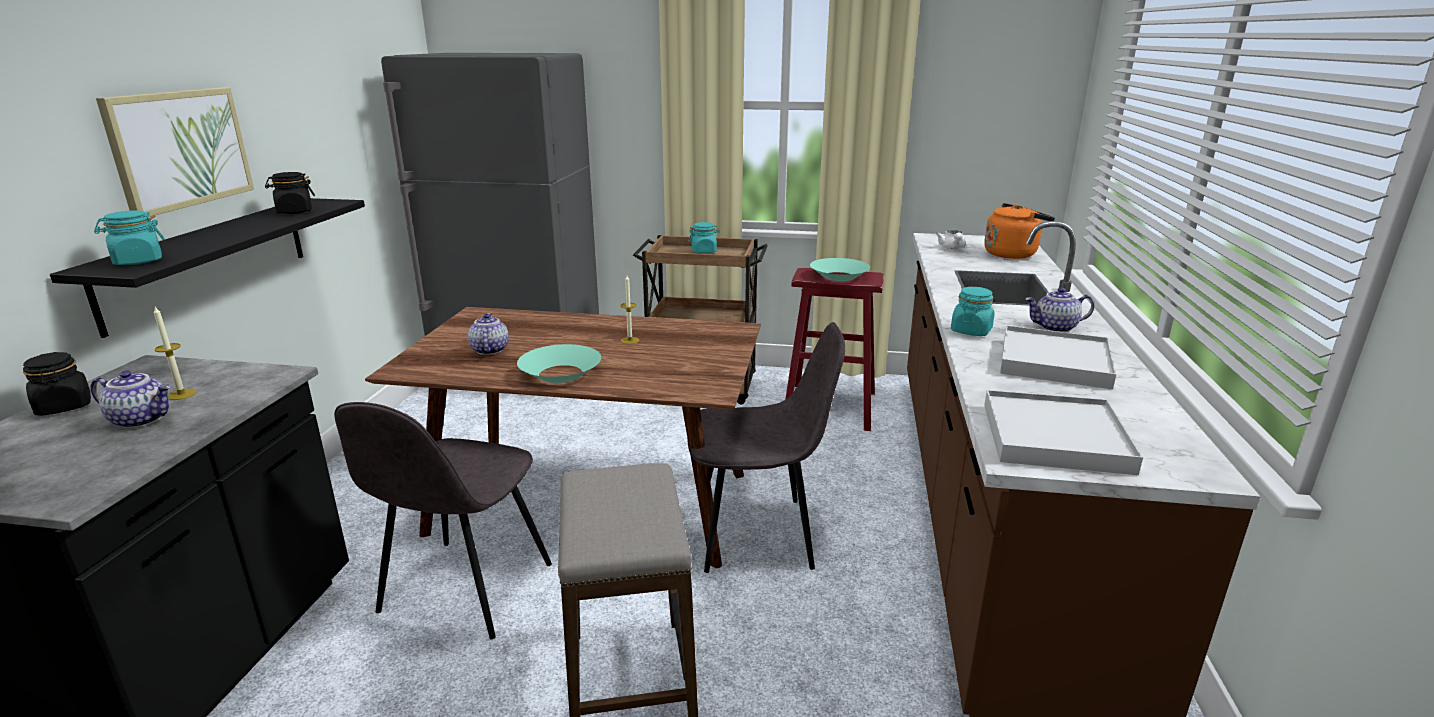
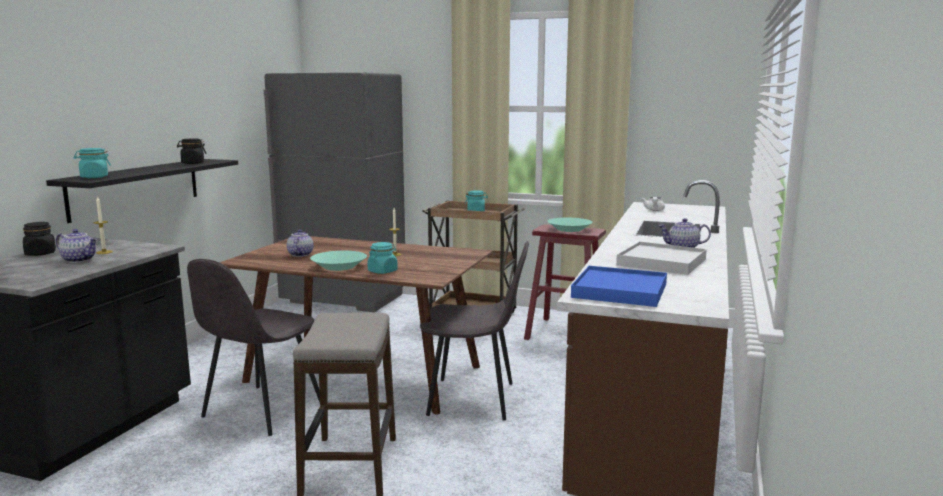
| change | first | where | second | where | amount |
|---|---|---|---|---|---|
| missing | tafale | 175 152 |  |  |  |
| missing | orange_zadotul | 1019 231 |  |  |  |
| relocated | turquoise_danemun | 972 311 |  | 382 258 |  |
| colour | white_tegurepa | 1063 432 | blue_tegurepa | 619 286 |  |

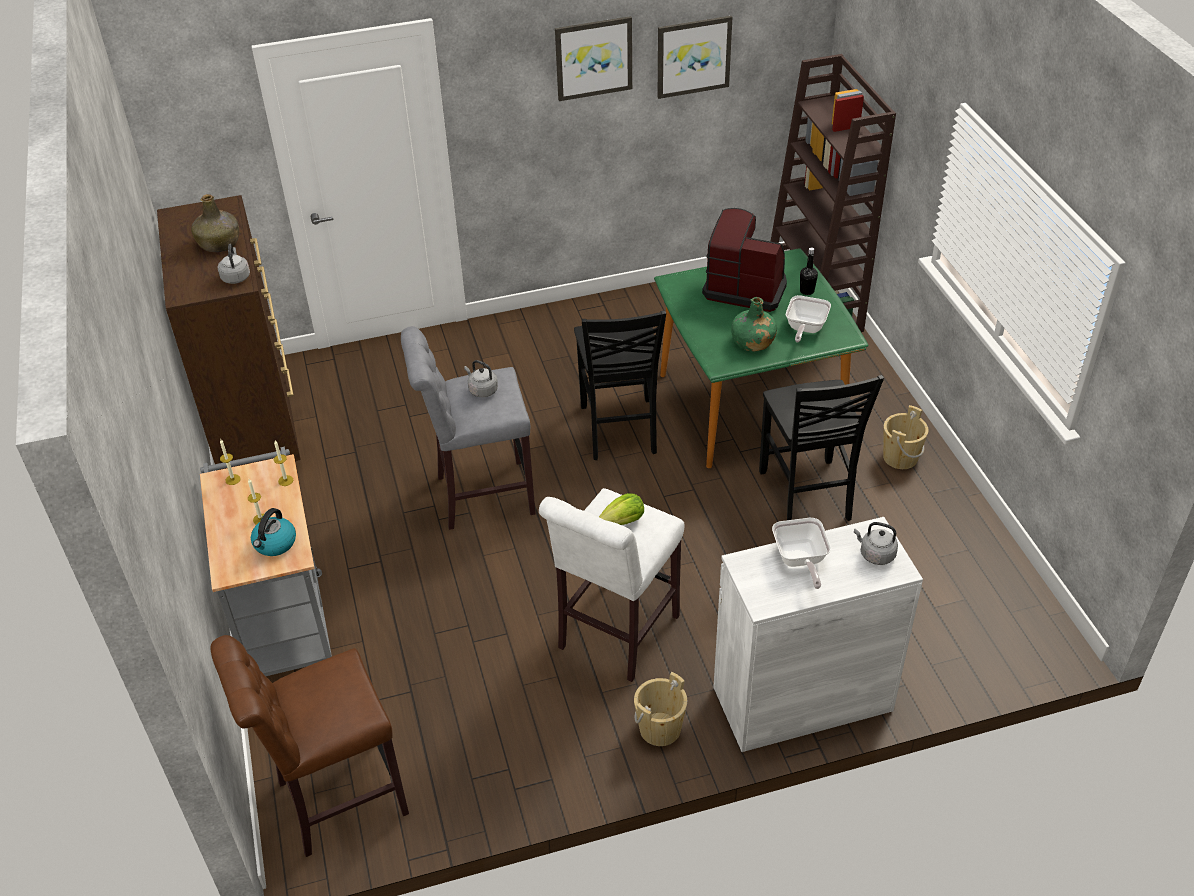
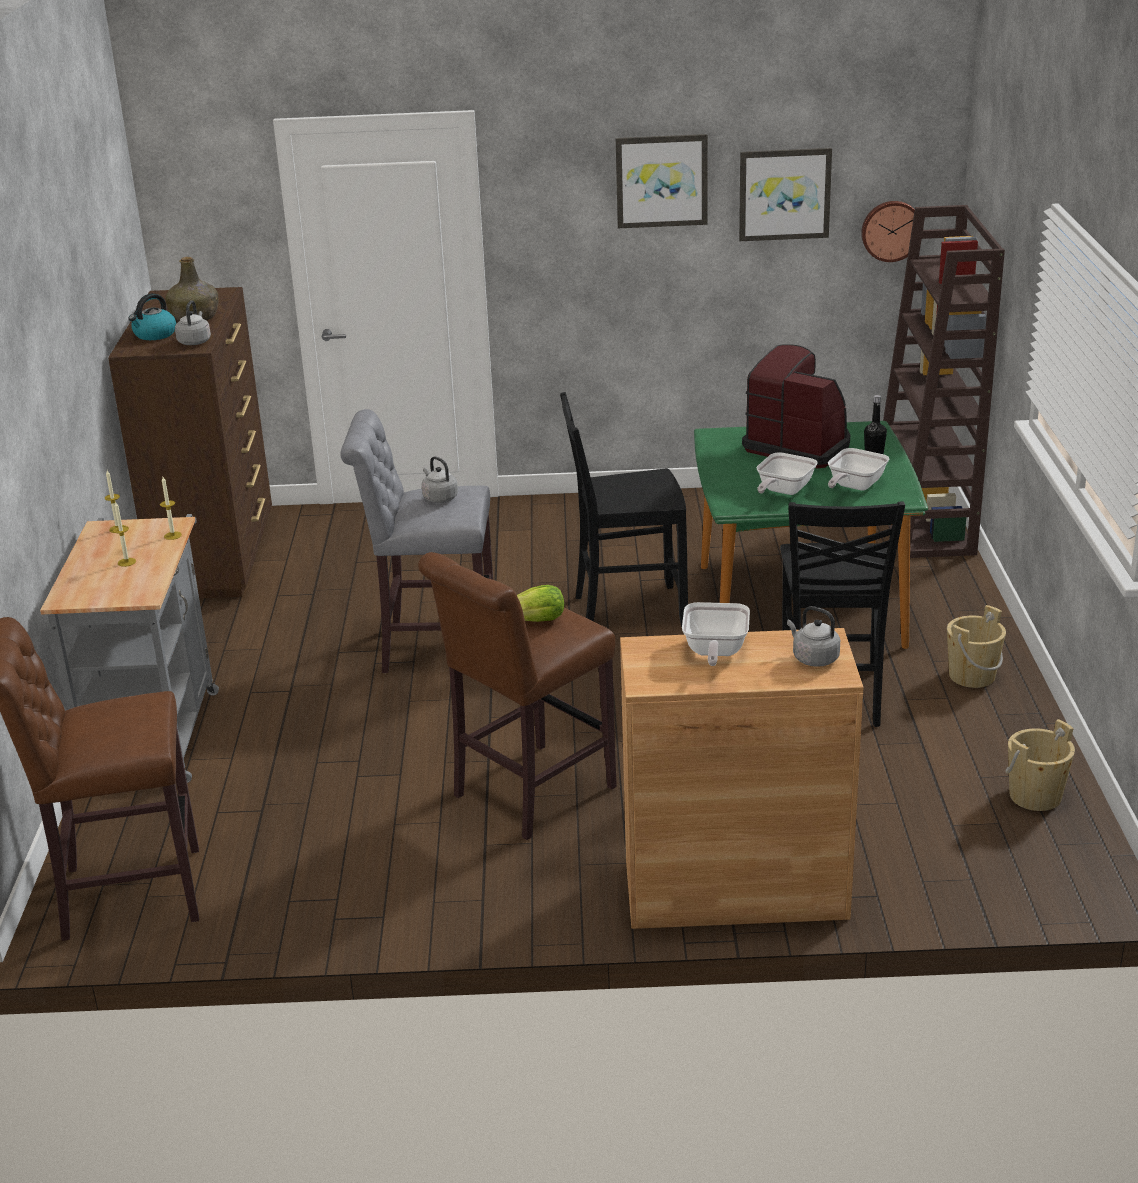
| change | first | where | second | where | amount |
|---|---|---|---|---|---|
| appeared |  |  | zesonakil | 888 231 |  |
| relocated | zadotul | 273 532 |  | 152 316 |  |
| relocated | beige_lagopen | 660 709 |  | 1040 765 |  |
| exchanged | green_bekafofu | 754 324 | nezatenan | 787 473 |  |
| colour | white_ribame | 612 585 | brown_ribame | 517 696 |  |
| colour | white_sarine | 818 634 | brown_sarine | 742 778 |  |
| spun | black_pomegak | 620 385 |  | 624 509 | 75 degrees clockwise |

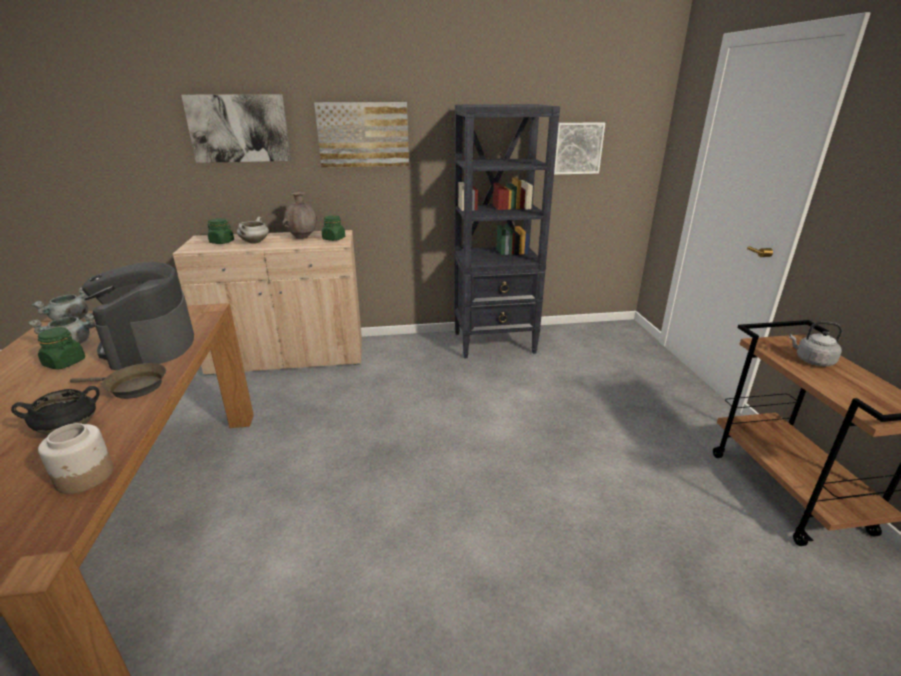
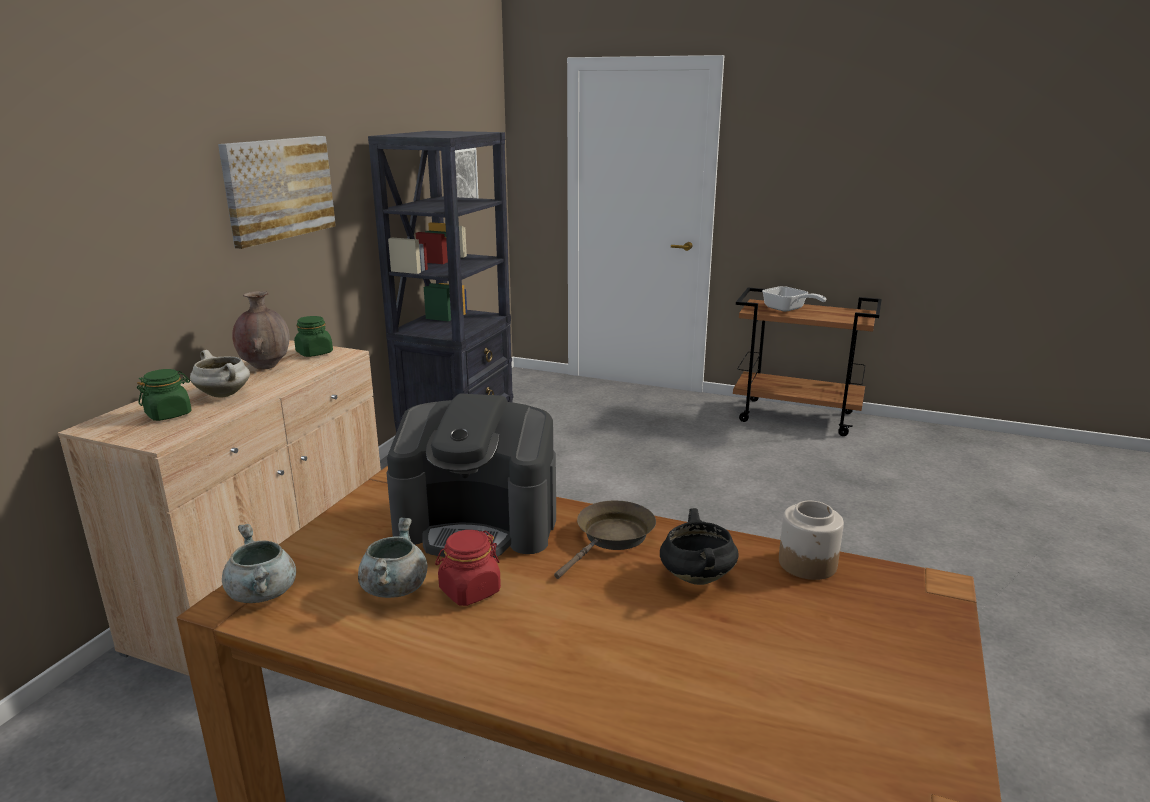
| change | first | where | second | where | amount |
|---|---|---|---|---|---|
| missing | tafale | 236 128 |  |  |  |
| exchanged | grey_zadotul | 816 343 | nezatenan | 794 299 |  |
| colour | green_danemun | 61 348 | red_danemun | 468 568 |  |

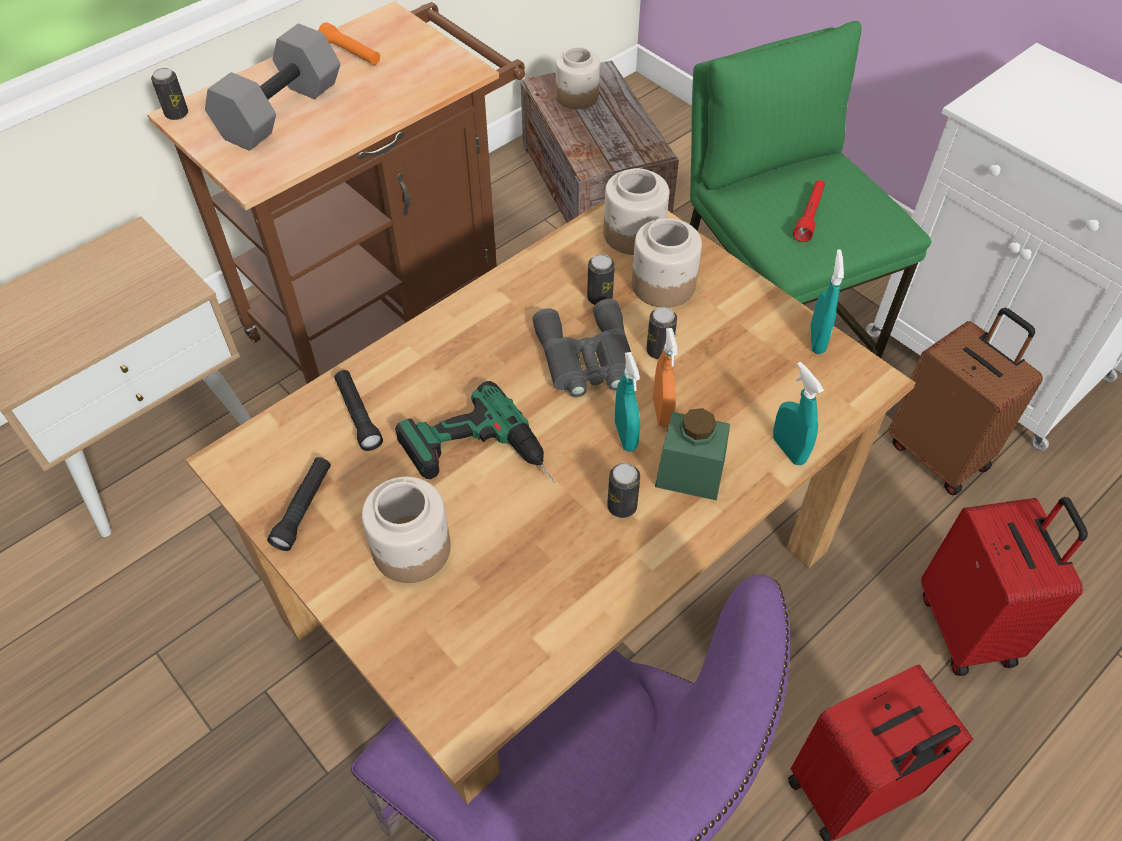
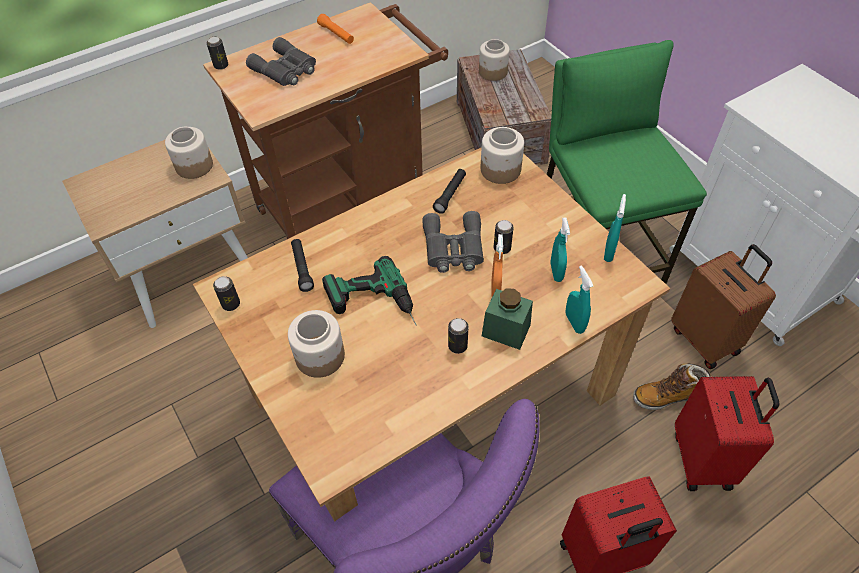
| change | first | where | second | where | amount |
|---|---|---|---|---|---|
| missing | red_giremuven | 809 211 |  |  |  |
| appeared |  |  | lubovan | 672 386 |  |
| relocated | black_giremuven | 299 504 |  | 449 191 |  |
| relocated | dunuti | 601 279 |  | 226 293 |  |
| relocated | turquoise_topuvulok | 627 402 |  | 560 250 |  |
| relocated | danemun | 667 263 |  | 189 153 |  |
| exchanged | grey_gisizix | 272 87 | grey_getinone | 281 61 |  |

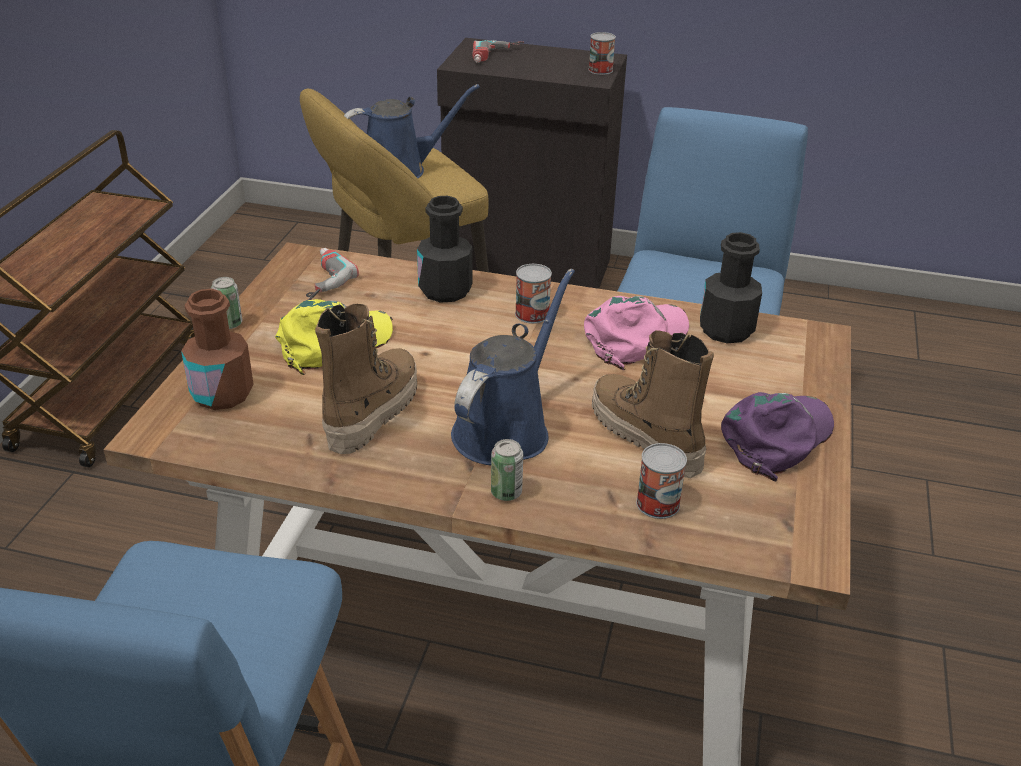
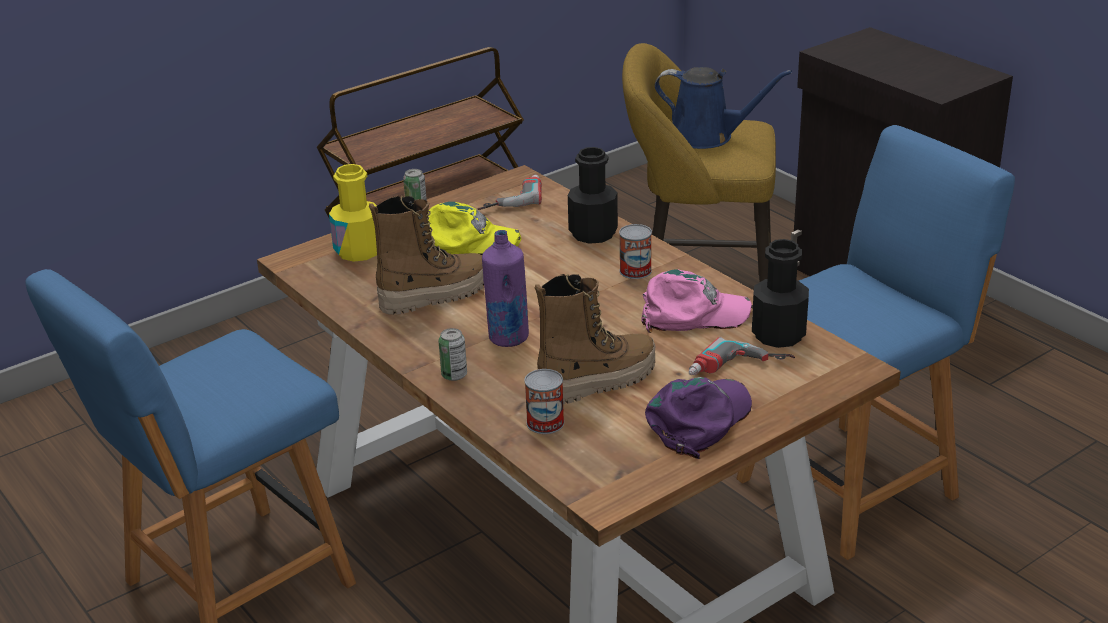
| change | first | where | second | where | amount |
|---|---|---|---|---|---|
| missing | dunuti | 602 53 |  |  |  |
| relocated | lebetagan | 498 51 |  | 742 356 |  |
| exchanged | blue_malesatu | 513 367 | purple_bekafofu | 505 288 |  |
| colour | brown_bekafofu | 217 349 | yellow_bekafofu | 353 213 |  |
| spun | lubovan | 653 404 |  | 595 339 | 60 degrees clockwise |
| spun | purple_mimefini | 777 437 |  | 698 418 | 45 degrees counterclockwise |

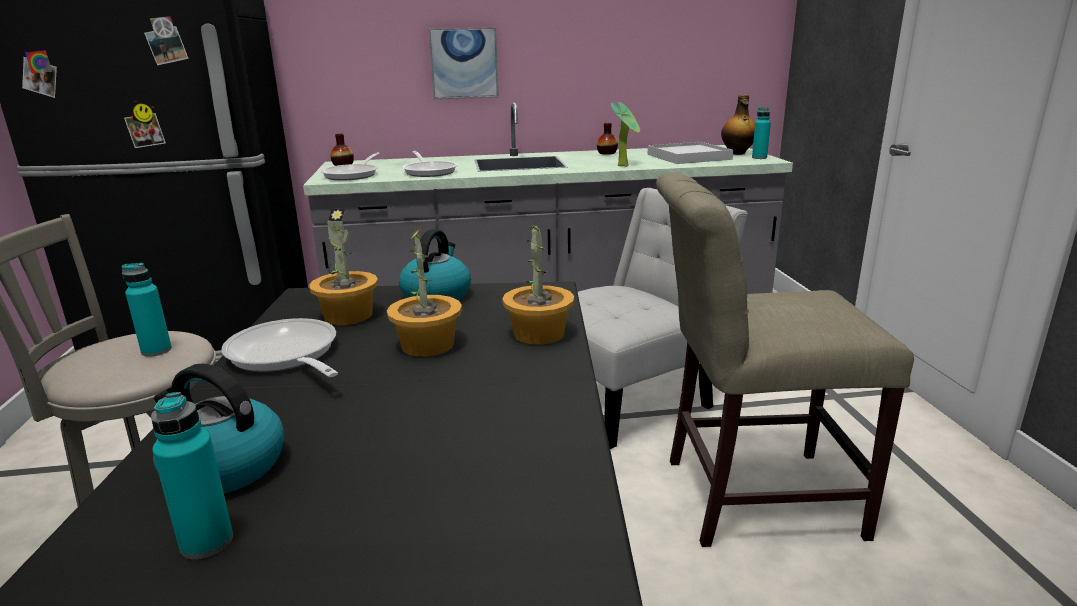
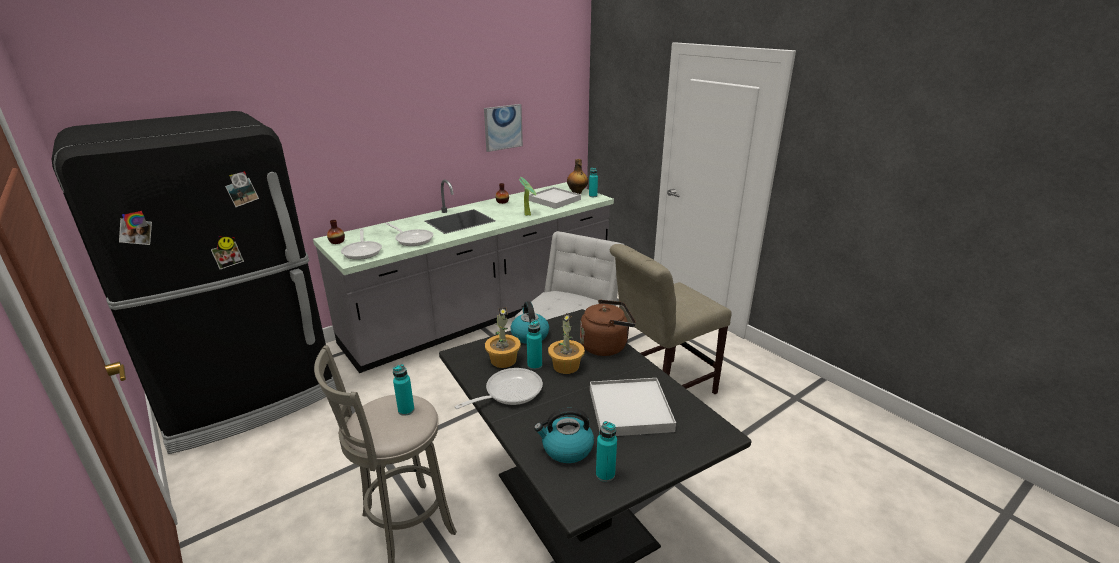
| change | first | where | second | where | amount |
|---|---|---|---|---|---|
| appeared |  |  | turquoise_bekafofu | 534 345 |  |
| appeared |  |  | white_tegurepa | 633 407 |  |
| relocated | tafale | 463 63 |  | 503 128 |  |
| exchanged | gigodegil | 538 283 | brown_zadotul | 608 328 |  |
| spun | nezatenan | 280 347 |  | 498 388 | 120 degrees clockwise |

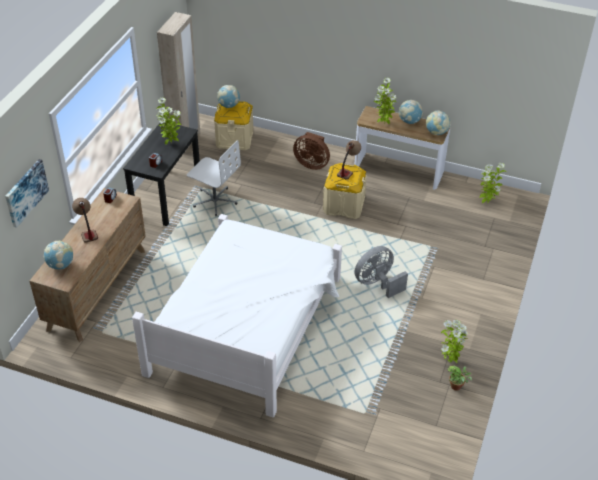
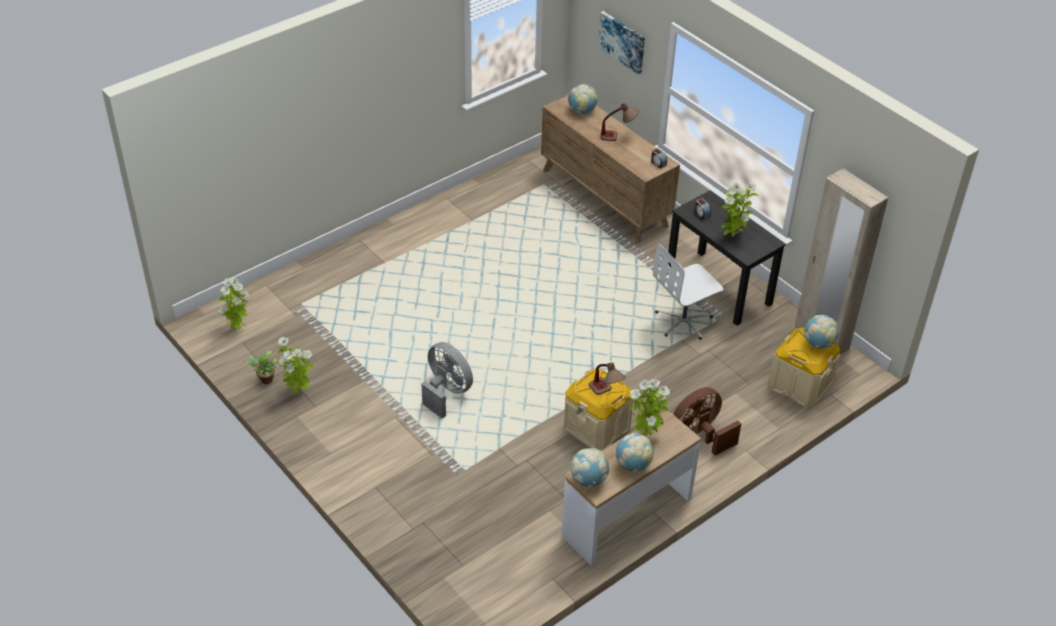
| change | first | where | second | where | amount |
|---|---|---|---|---|---|
| missing | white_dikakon | 237 316 |  |  |  |
| relocated | gigodegil | 492 183 |  | 234 303 |  |
| spun | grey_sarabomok | 381 272 |  | 447 380 | 45 degrees counterclockwise |

